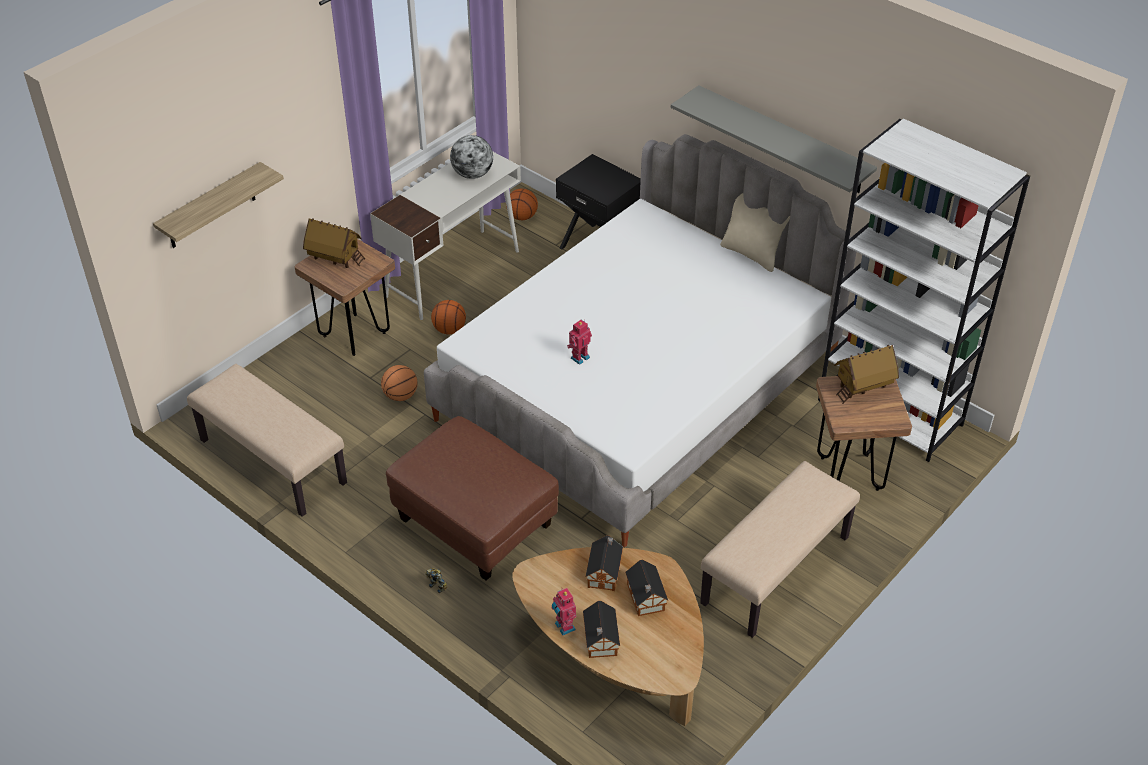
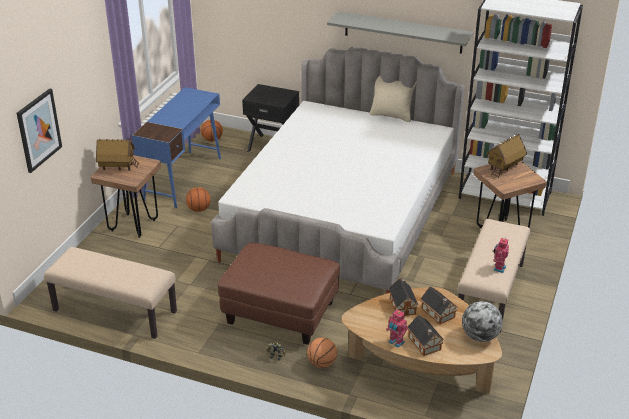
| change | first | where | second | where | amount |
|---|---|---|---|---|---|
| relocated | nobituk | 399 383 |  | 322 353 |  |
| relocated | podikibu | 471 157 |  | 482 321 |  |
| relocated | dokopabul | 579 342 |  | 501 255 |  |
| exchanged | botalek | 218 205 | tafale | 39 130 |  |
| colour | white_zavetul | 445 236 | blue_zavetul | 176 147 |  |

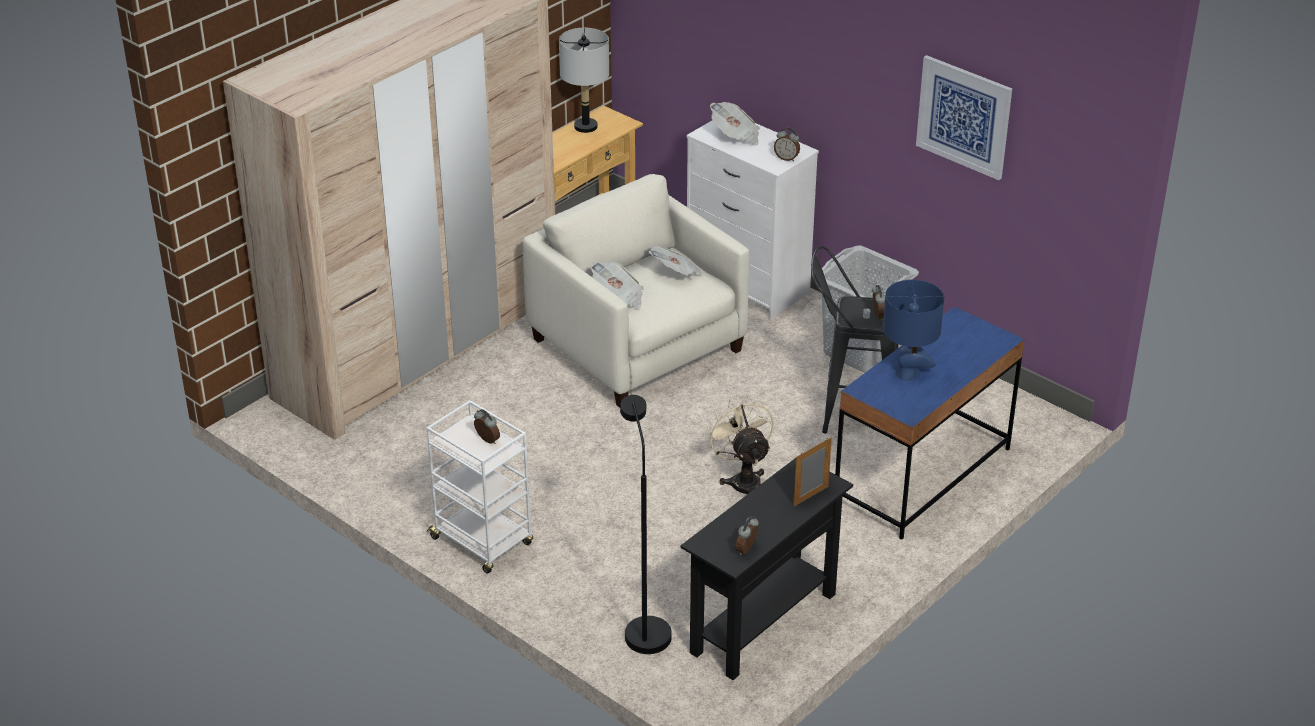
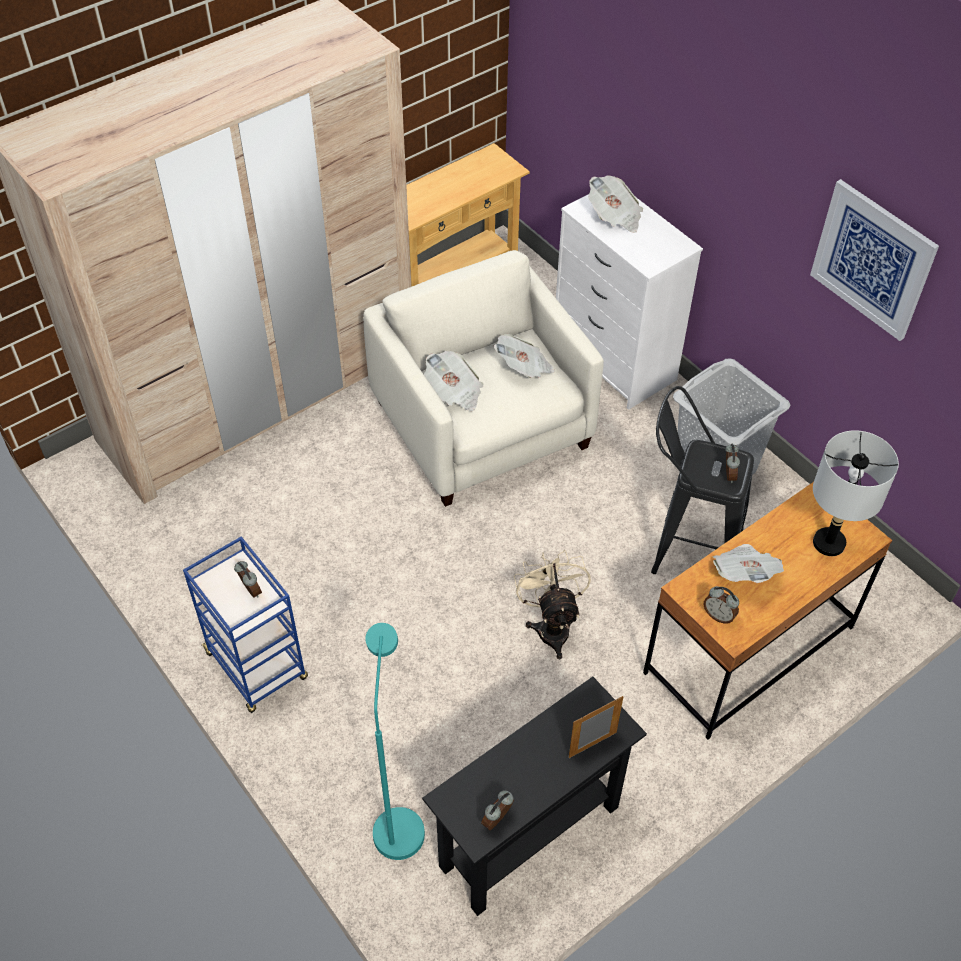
| change | first | where | second | where | amount |
|---|---|---|---|---|---|
| relocated | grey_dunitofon | 584 80 |  | 856 493 |  |
| relocated | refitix | 787 144 |  | 721 605 |  |
| exchanged | blue_dunitofon | 913 330 | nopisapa | 748 563 |  |
| colour | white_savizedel | 480 487 | blue_savizedel | 245 624 |  |
| colour | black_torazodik | 646 524 | turquoise_torazodik | 395 741 |  |
| colour | blue_zavetul | 930 423 | brown_zavetul | 767 610 |  |

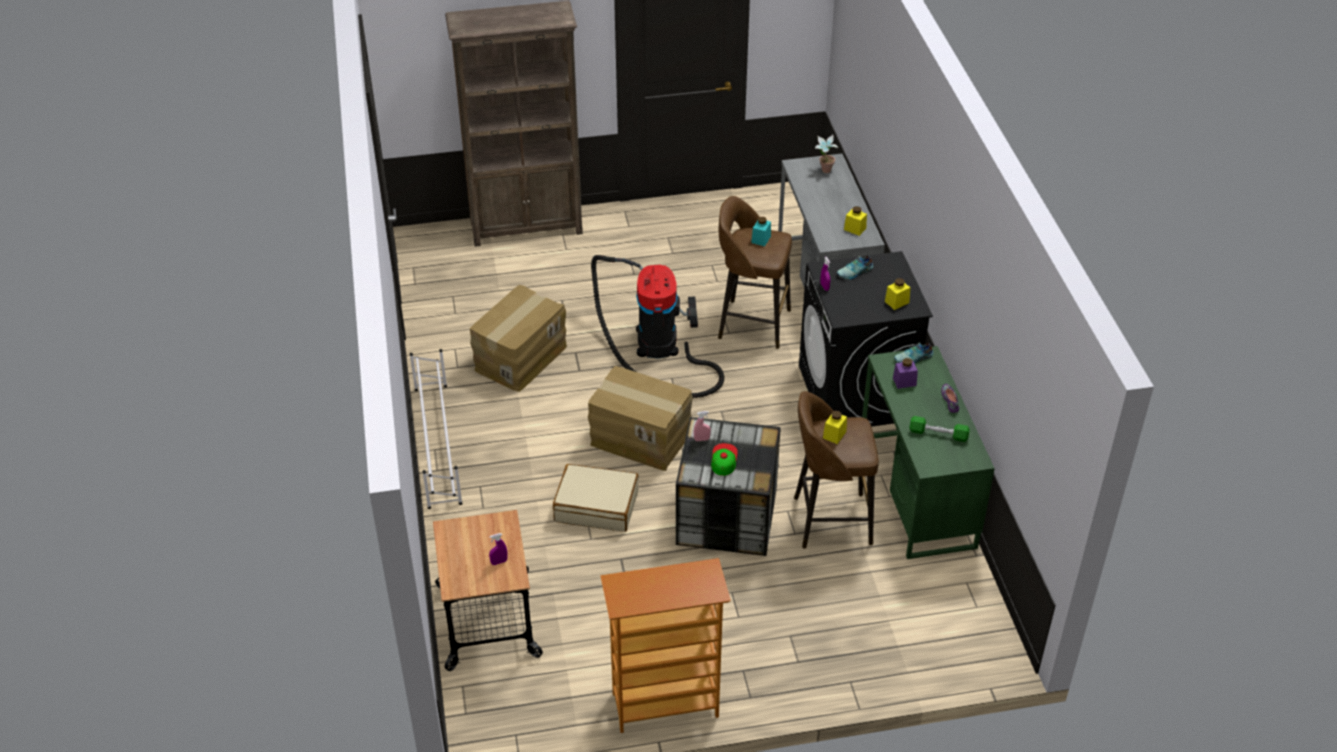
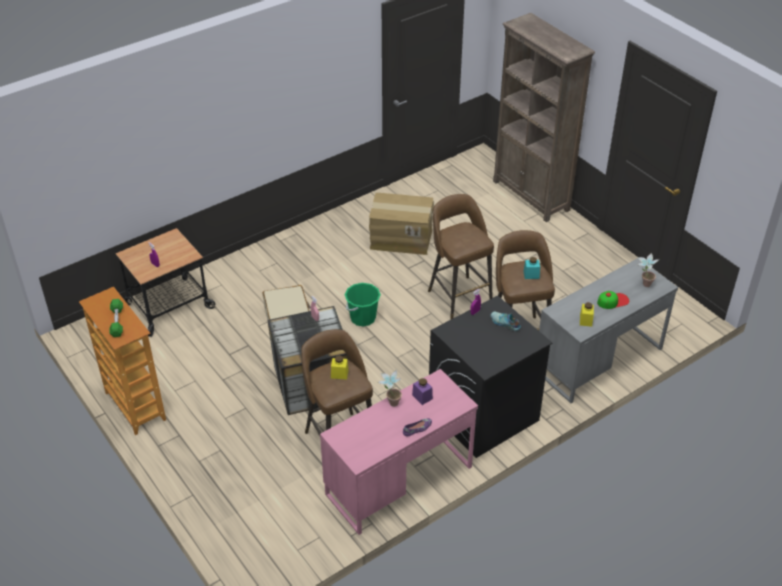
| change | first | where | second | where | amount |
|---|---|---|---|---|---|
| missing | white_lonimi | 436 429 |  |  |  |
| missing | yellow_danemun | 897 294 |  |  |  |
| missing | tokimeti | 913 353 |  |  |  |
| appeared |  |  | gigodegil | 389 388 |  |
| relocated | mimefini | 724 459 |  | 613 300 |  |
| relocated | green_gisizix | 939 429 |  | 116 318 |  |
| exchanged | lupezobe | 640 418 | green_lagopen | 363 304 |  |
| exchanged | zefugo | 657 326 | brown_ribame | 461 256 |  |
| colour | green_zavetul | 928 452 | pink_zavetul | 399 452 |  |

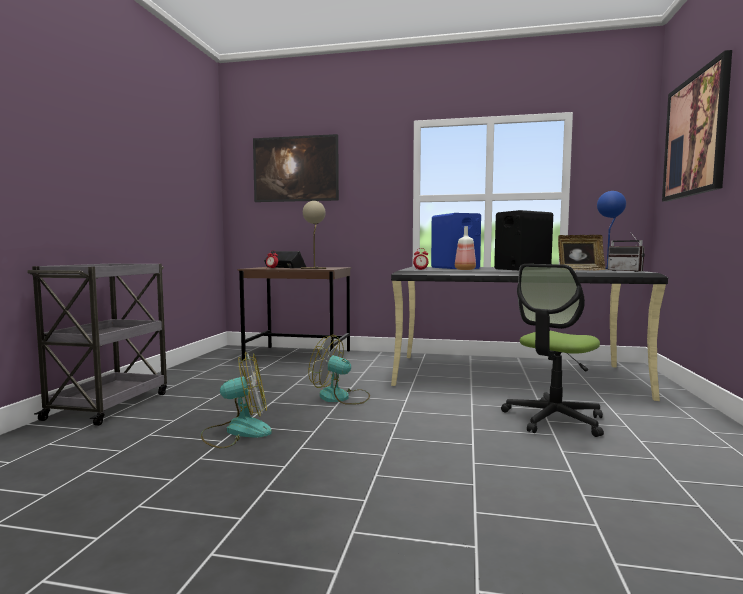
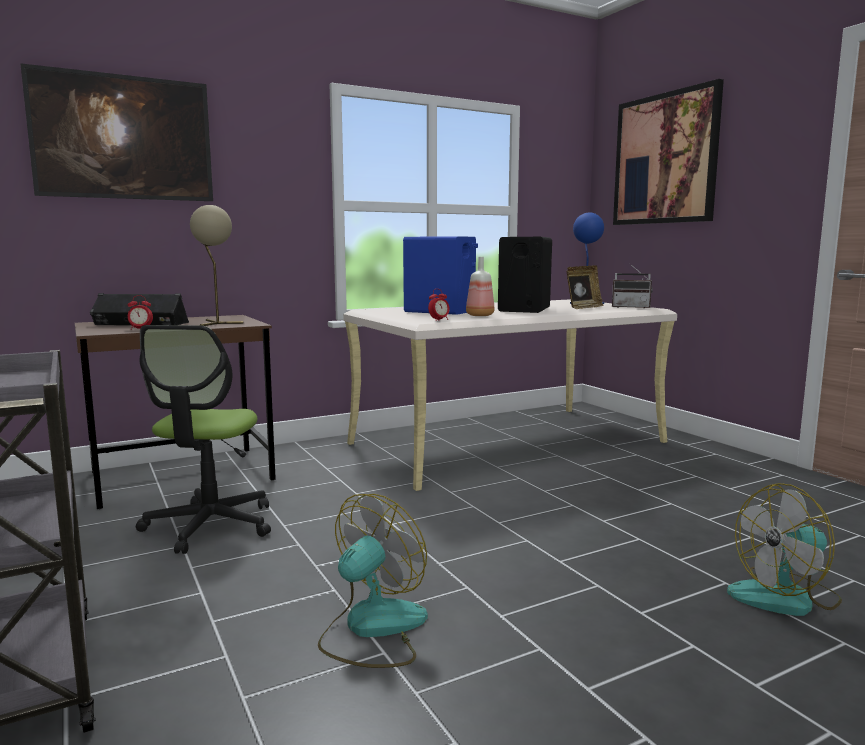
| change | first | where | second | where | amount |
|---|---|---|---|---|---|
| relocated | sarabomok | 339 370 |  | 784 549 |  |
| relocated | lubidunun | 552 350 |  | 203 439 |  |
| colour | black_zavetul | 529 334 | beige_zavetul | 510 395 |  |

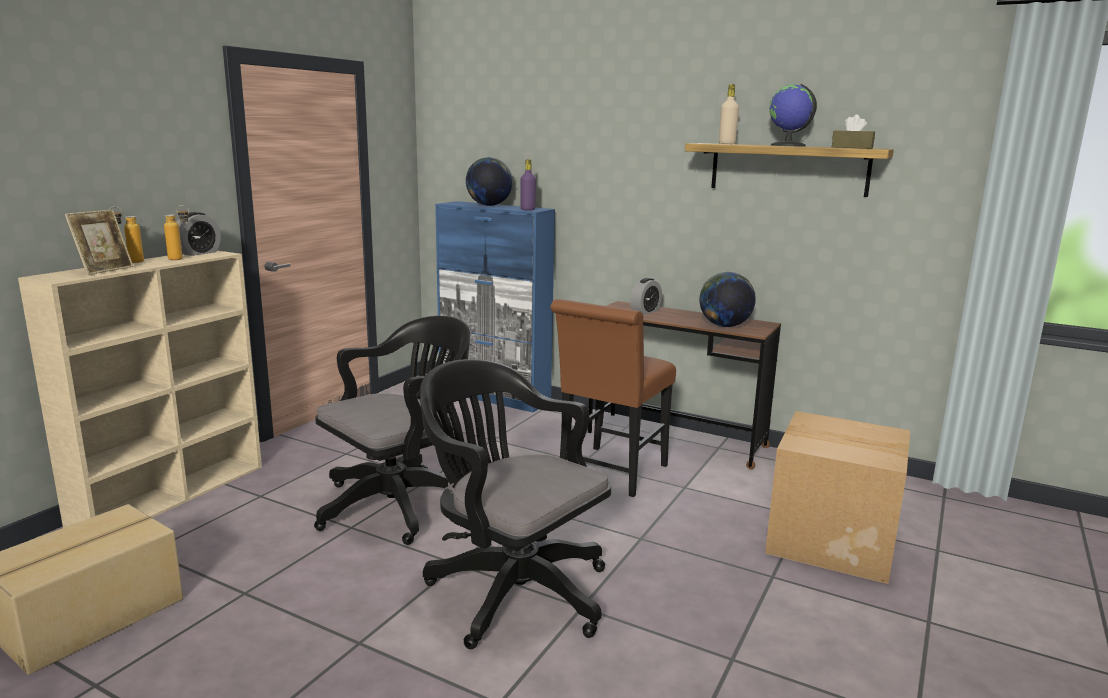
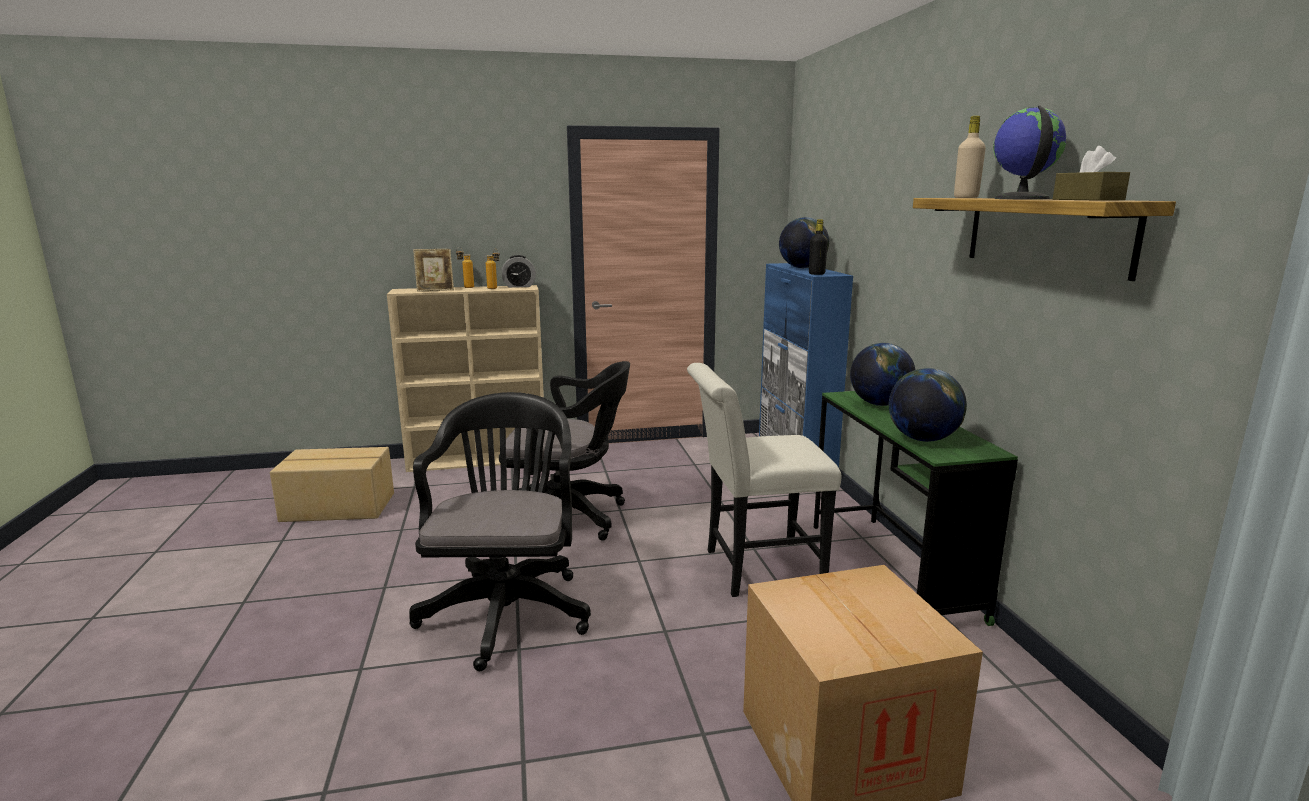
| change | first | where | second | where | amount |
|---|---|---|---|---|---|
| exchanged | refitix | 646 296 | podikibu | 882 374 |  |
| colour | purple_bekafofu | 528 185 | black_bekafofu | 818 247 |  |
| colour | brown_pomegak | 613 398 | white_pomegak | 764 480 |  |
| colour | brown_zavetul | 684 385 | green_zavetul | 916 508 |  |

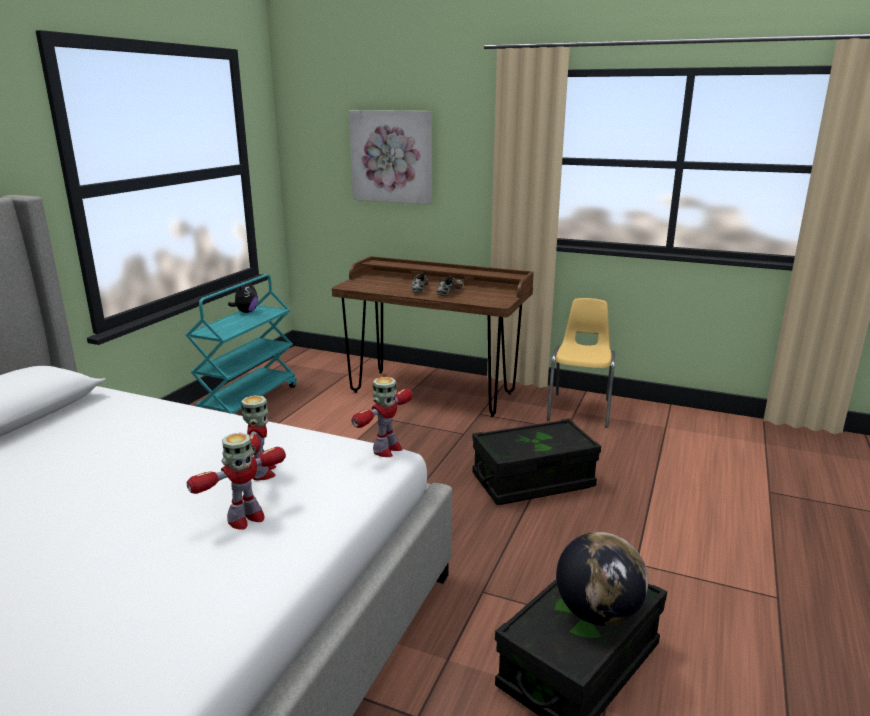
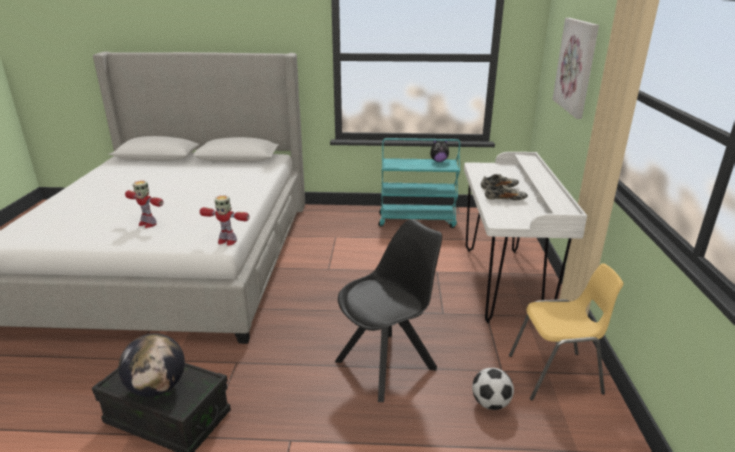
| change | first | where | second | where | amount |
|---|---|---|---|---|---|
| missing | dokopabul | 258 437 |  |  |  |
| appeared |  |  | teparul | 493 389 |  |
| exchanged | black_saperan | 536 462 | black_pomegak | 388 310 |  |
| colour | brown_zavetul | 433 336 | white_zavetul | 525 237 |  |

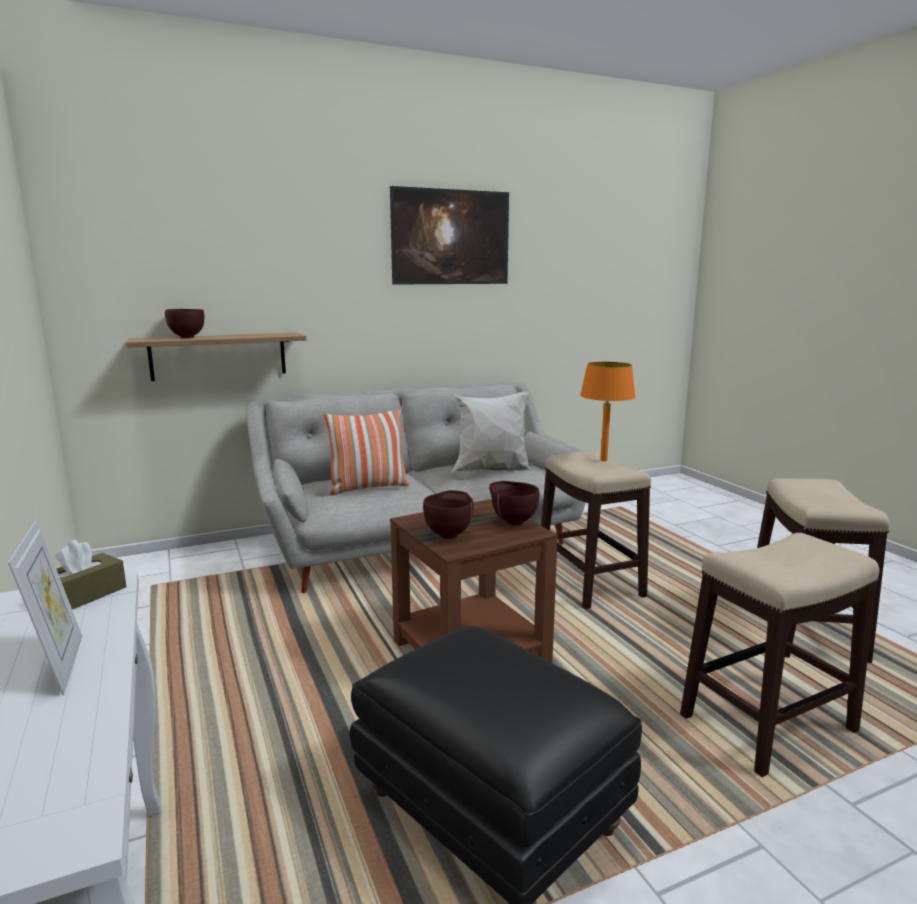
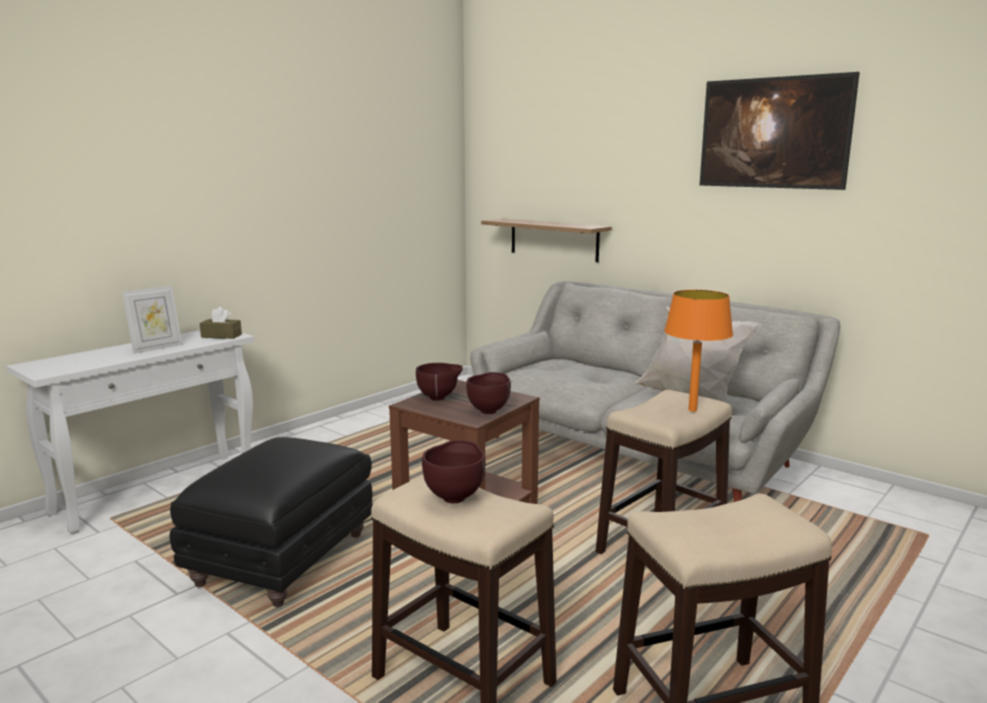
| change | first | where | second | where | amount |
|---|---|---|---|---|---|
| missing | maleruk | 367 452 |  |  |  |
| relocated | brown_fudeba | 184 323 |  | 453 471 |  |

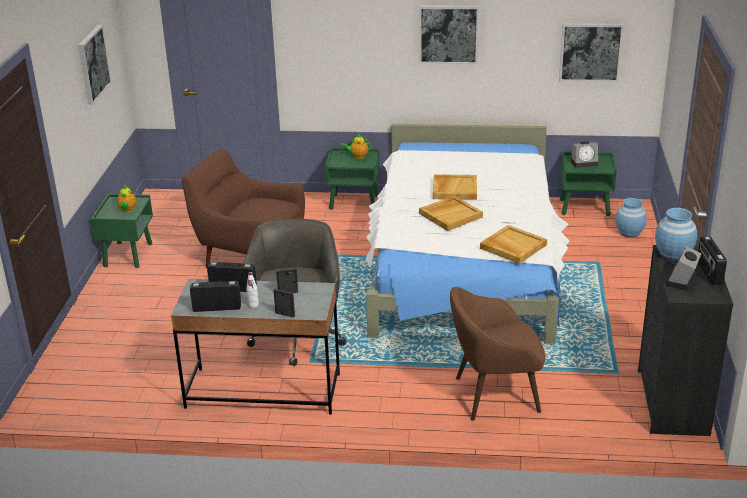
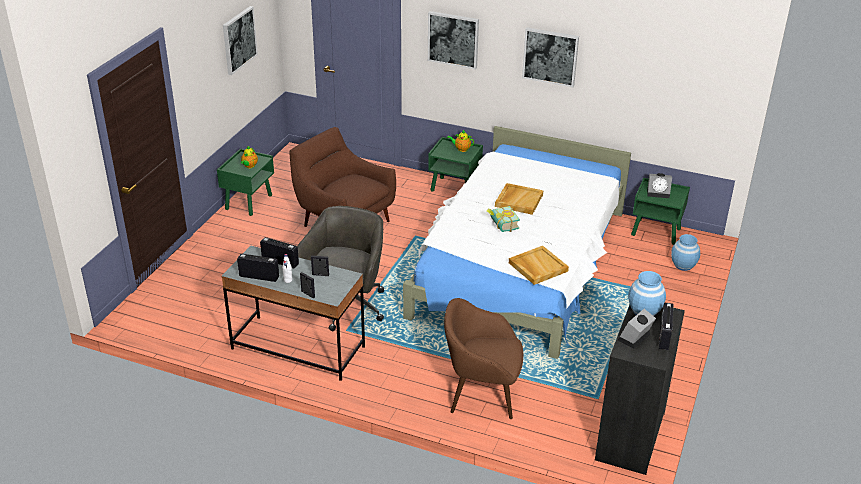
| change | first | where | second | where | amount |
|---|---|---|---|---|---|
| relocated | tafale | 591 52 |  | 453 40 |  |
| exchanged | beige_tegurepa | 451 213 | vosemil | 503 219 |  |

